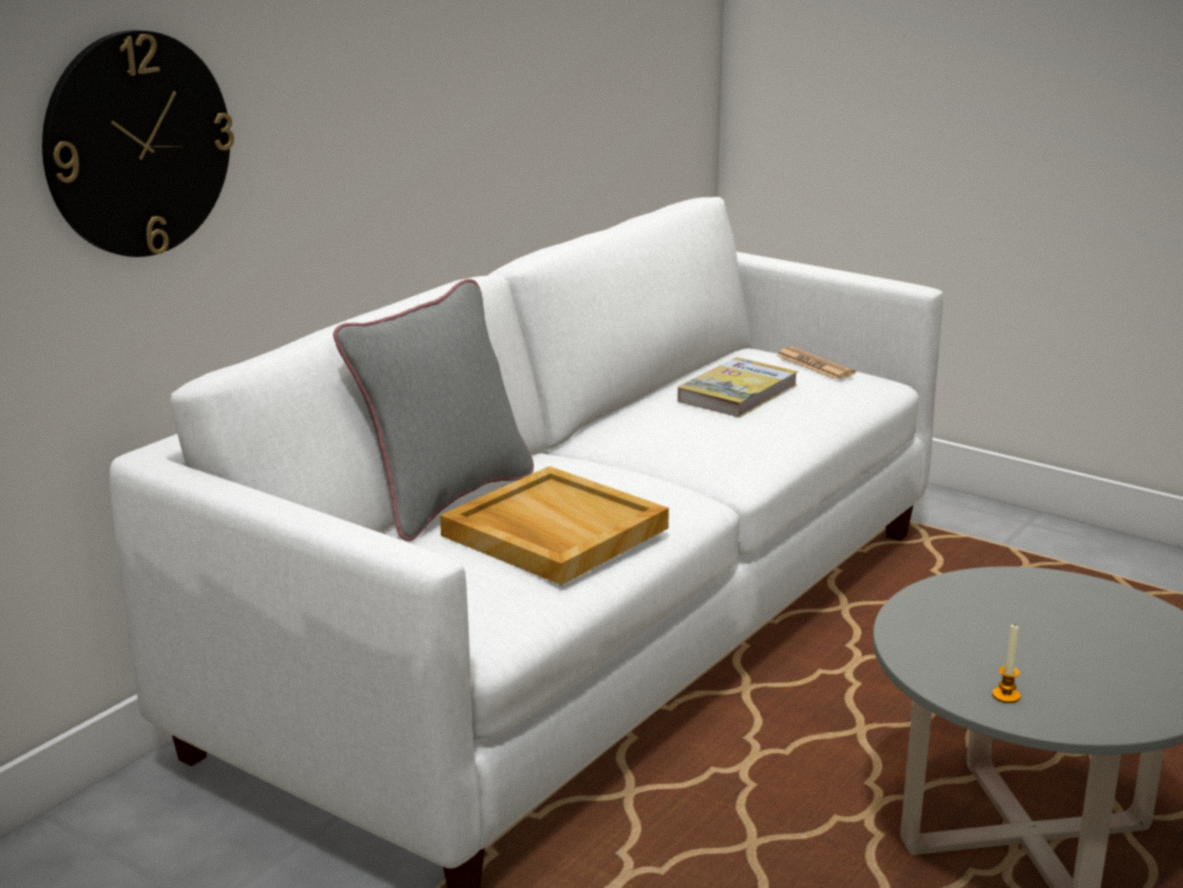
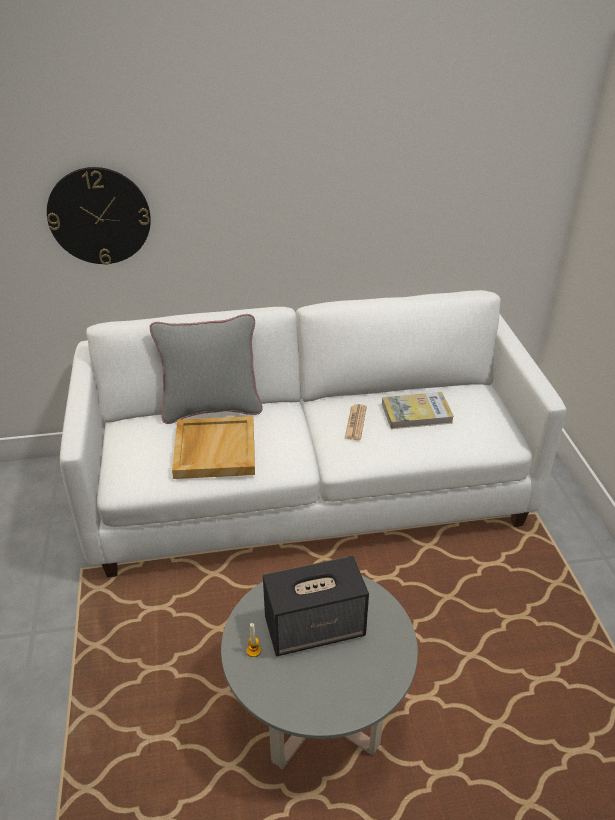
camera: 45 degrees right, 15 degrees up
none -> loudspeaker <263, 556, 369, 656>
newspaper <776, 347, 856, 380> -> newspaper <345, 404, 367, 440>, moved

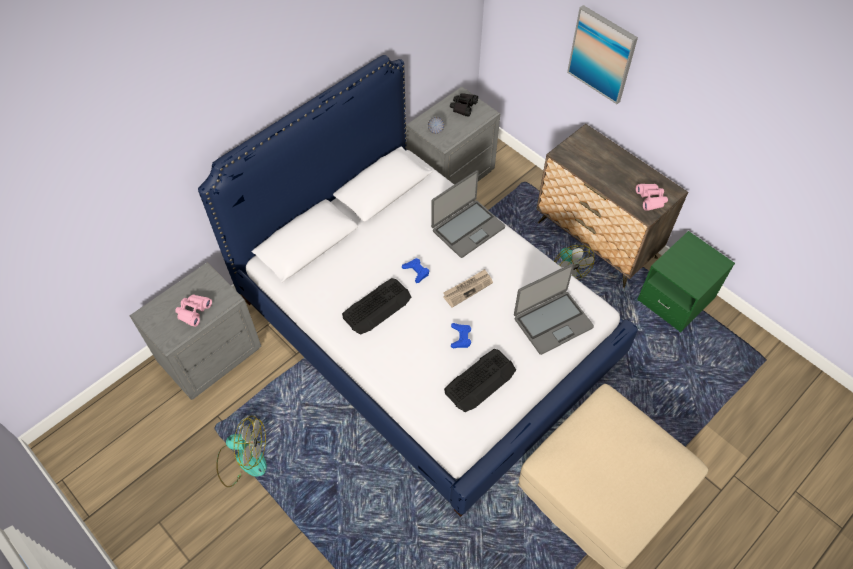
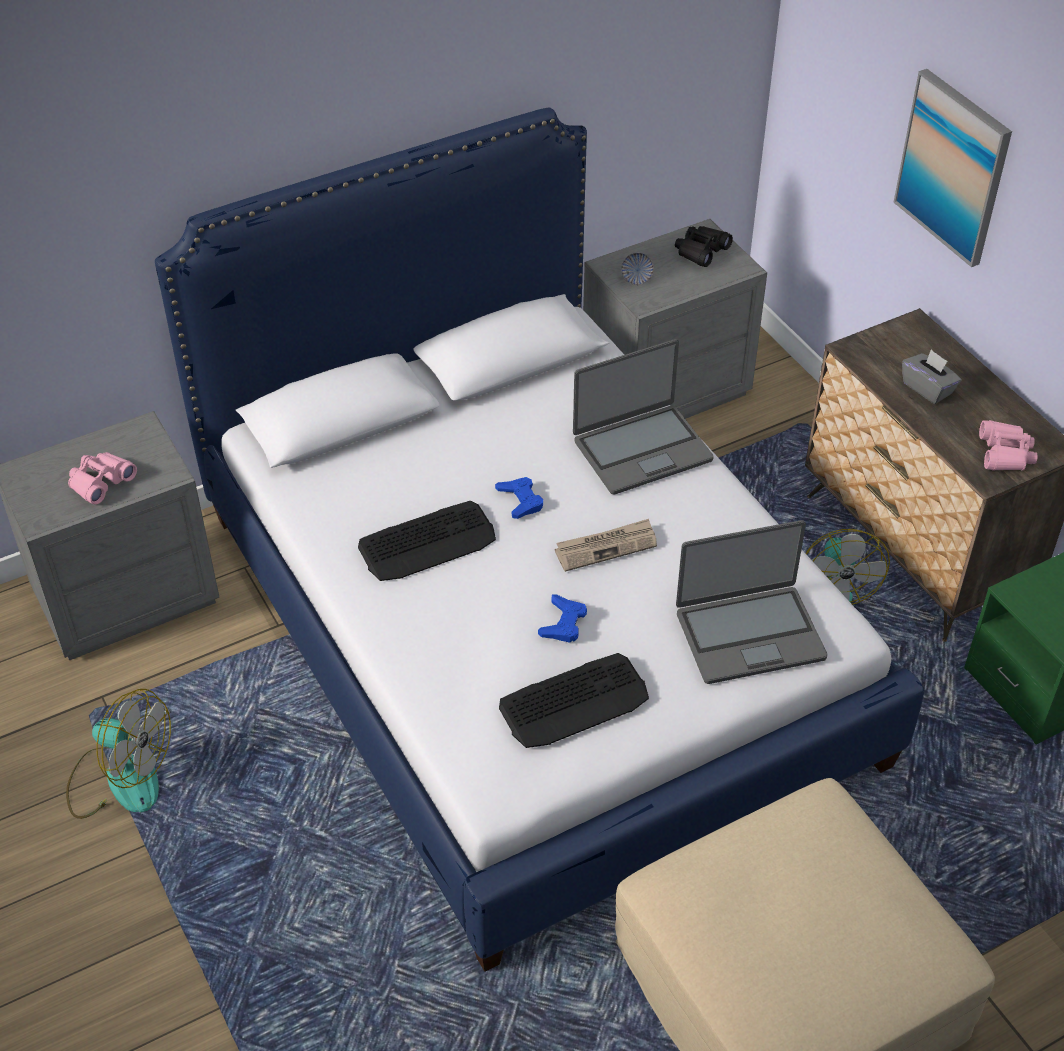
camera: 15 degrees right, 10 degrees down
none -> tissue box/grey <902, 349, 961, 404>

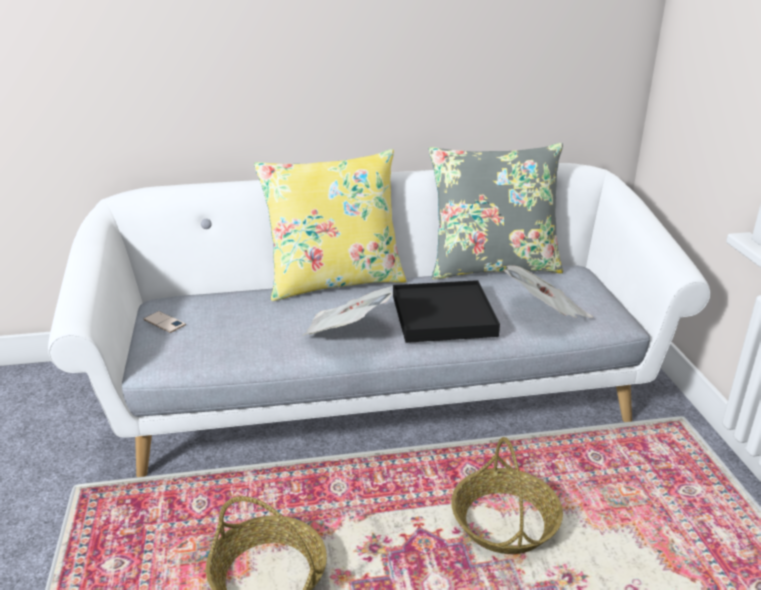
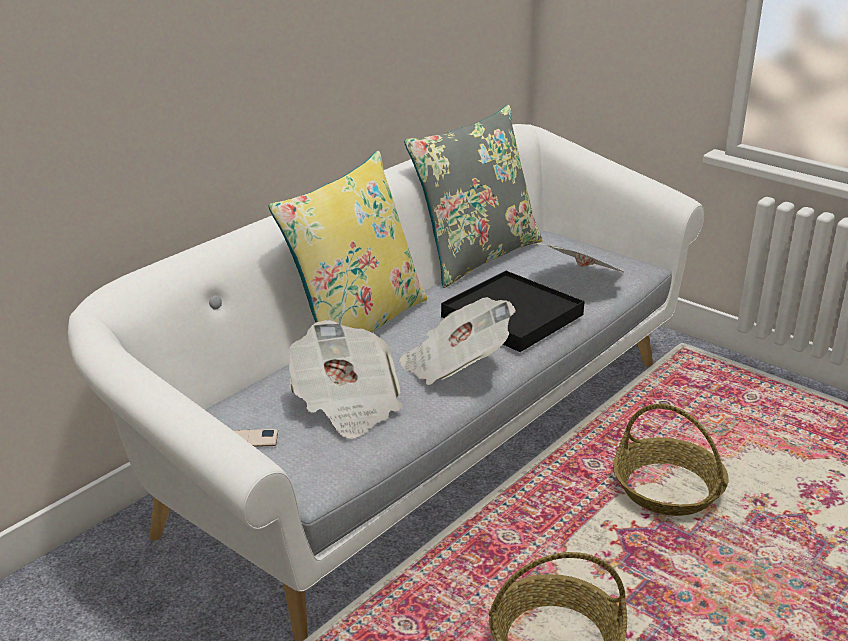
camera: 40 degrees left, 0 degrees up
none -> newspaper <289, 320, 402, 439>

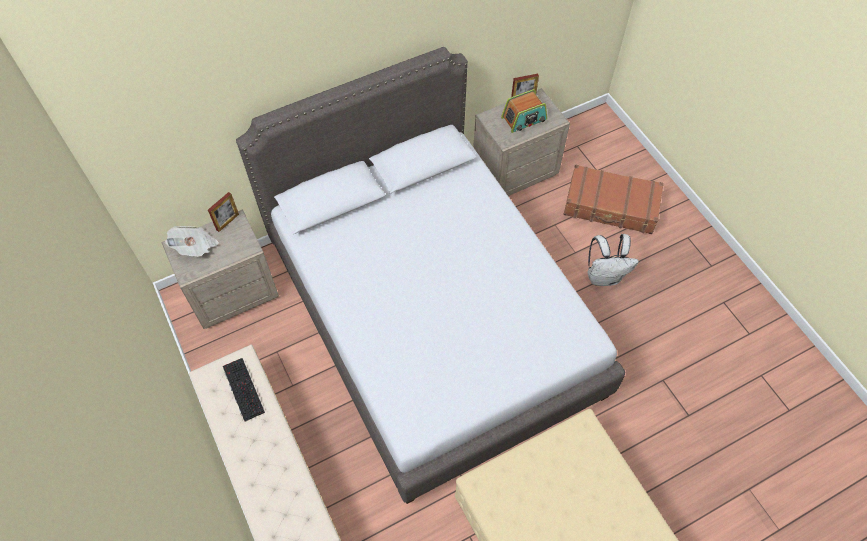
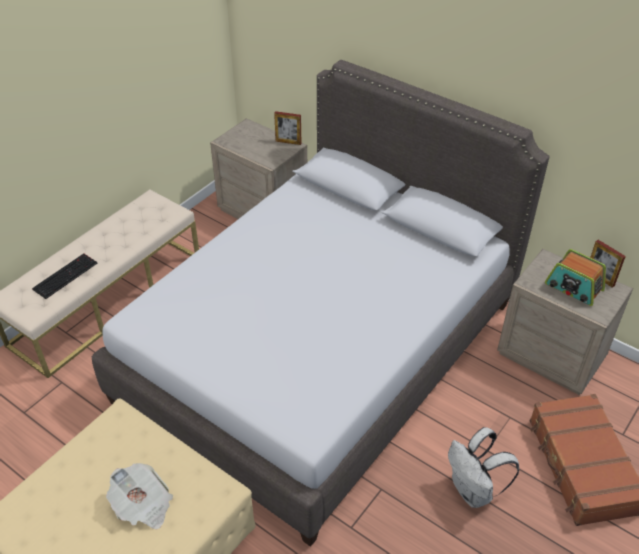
camera: 65 degrees right, 15 degrees down
newspaper <165, 226, 219, 257> -> newspaper <106, 463, 173, 529>, moved
PC keyboard <223, 358, 265, 422> -> PC keyboard <32, 254, 98, 299>, moved

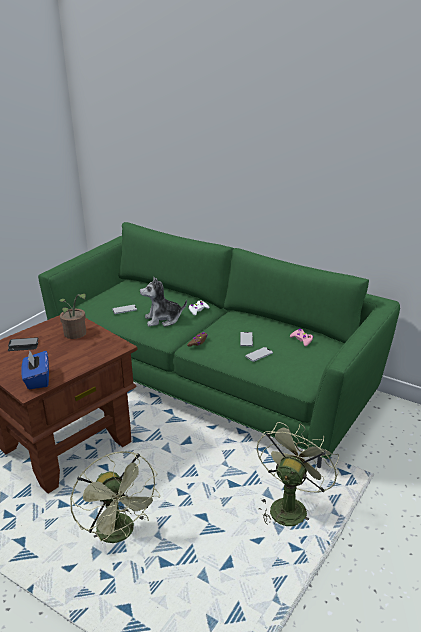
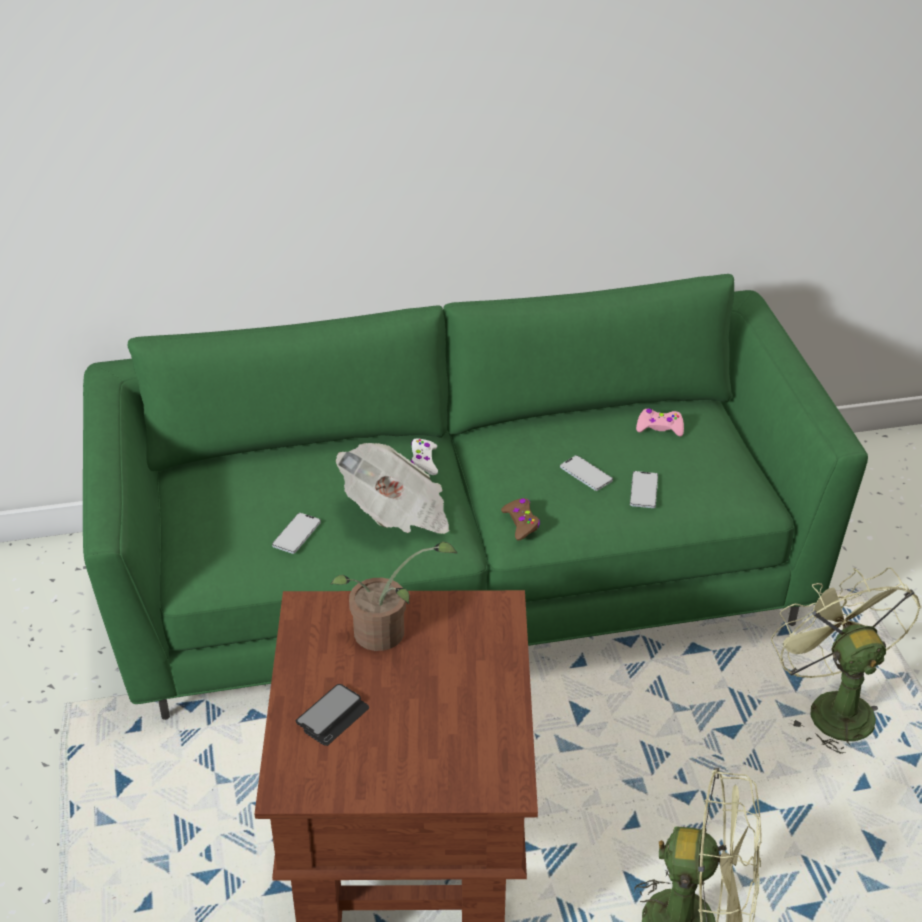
camera: 45 degrees left, 10 degrees up
tissue box/blue <21, 350, 49, 389> -> none
plush toy <140, 277, 187, 327> -> newspaper <336, 443, 449, 534>

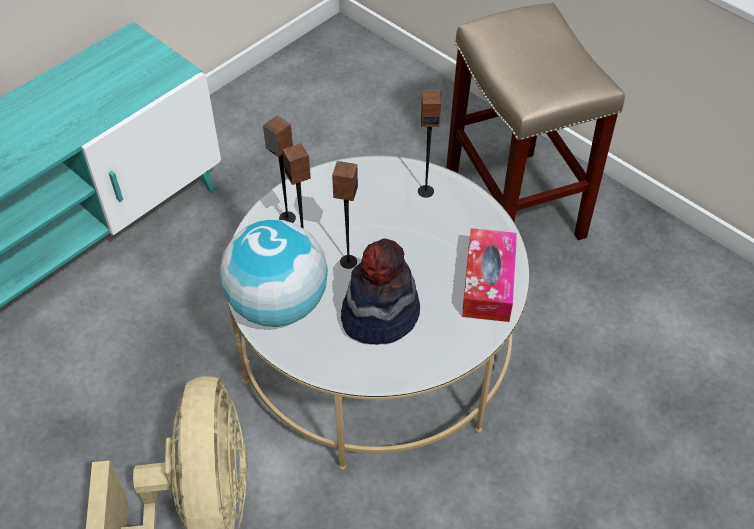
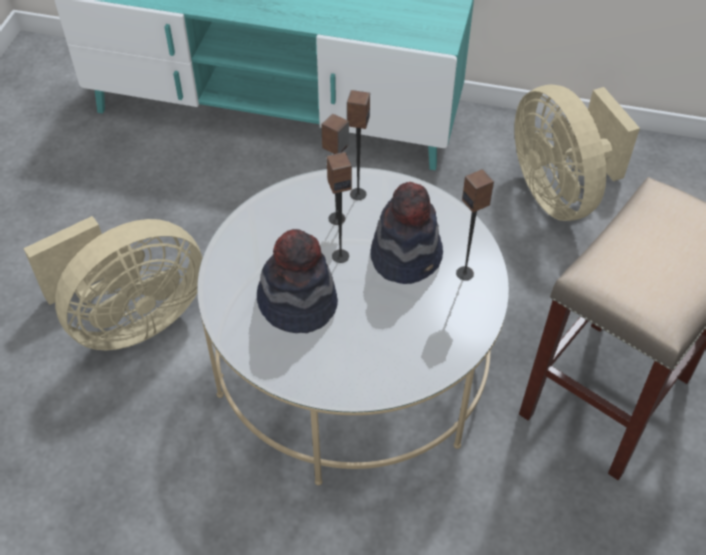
camera: 60 degrees right, 0 degrees up
desk globe <219, 219, 328, 327> -> none
tissue box <462, 228, 517, 322> -> none
none -> hat <370, 182, 443, 284>
none -> fan/beige-coloured <514, 84, 640, 221>

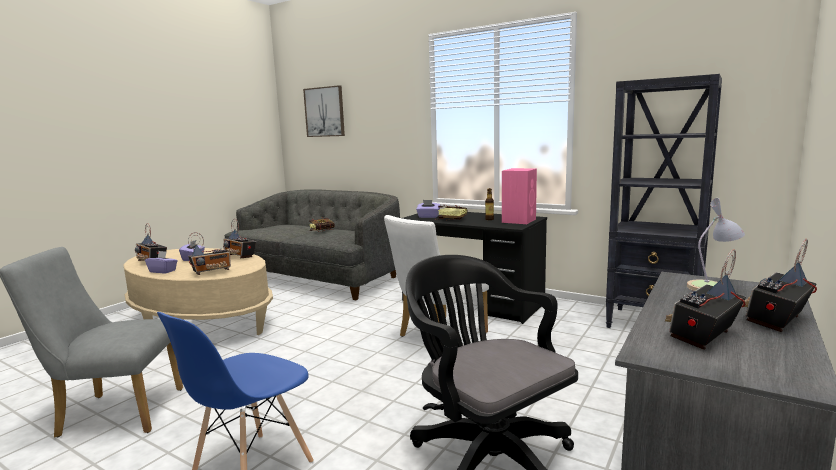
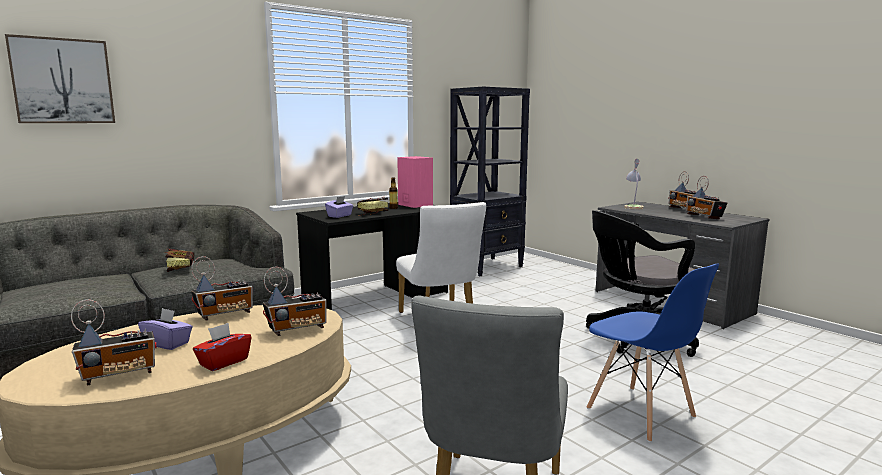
camera: 70 degrees left, 0 degrees up
tissue box/purple <145, 251, 178, 273> -> tissue box/red <193, 323, 251, 371>
radio <188, 232, 231, 275> -> radio <262, 267, 327, 336>, 75 degrees clockwise

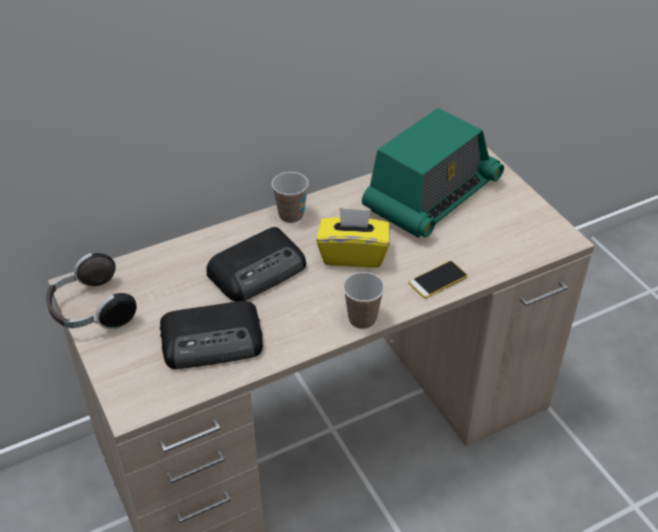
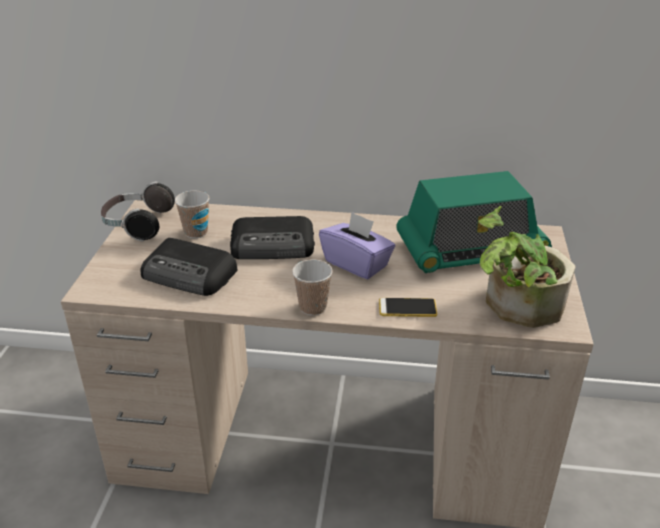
camera: 35 degrees right, 10 degrees down
none -> plant in a pot <478, 206, 576, 328>
drinking cup <272, 172, 309, 223> -> drinking cup <175, 191, 209, 238>, moved
tissue box/yellowish <316, 208, 389, 268> -> tissue box/purple <319, 212, 395, 279>

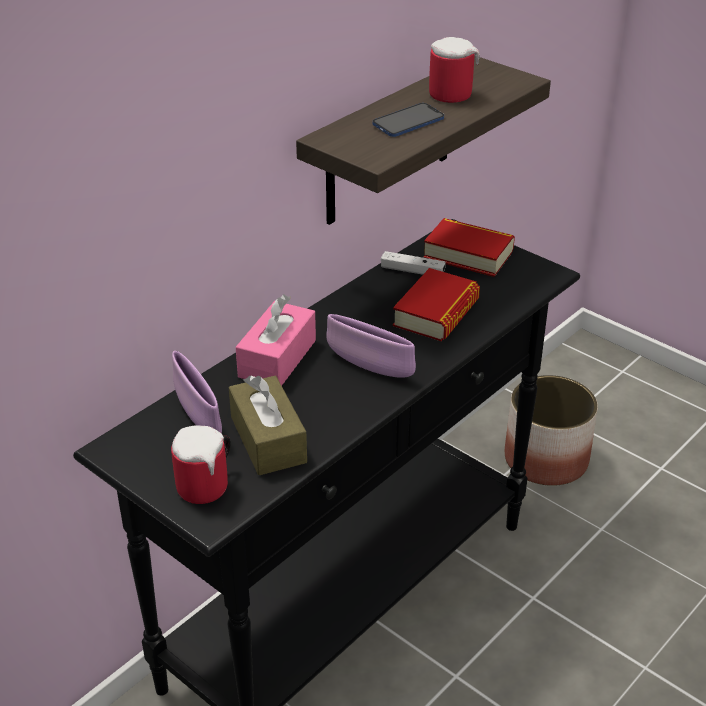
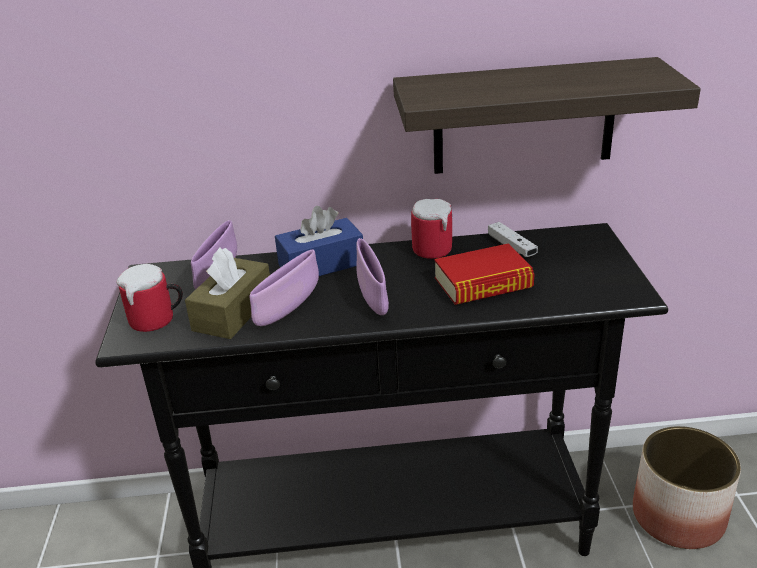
camera: 45 degrees right, 5 degrees down
telephone <373, 103, 444, 137> -> none
bound book <424, 218, 515, 277> -> none
none -> deep dish/purple <250, 250, 319, 326>
tea mug <429, 37, 480, 103> -> tea mug <411, 199, 452, 259>, moved
tissue box/pink <236, 294, 316, 386> -> tissue box/blue <275, 206, 363, 276>

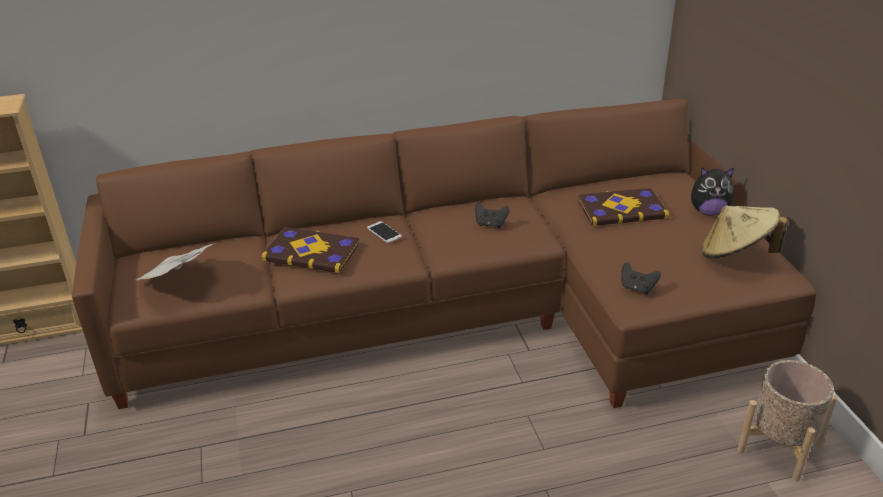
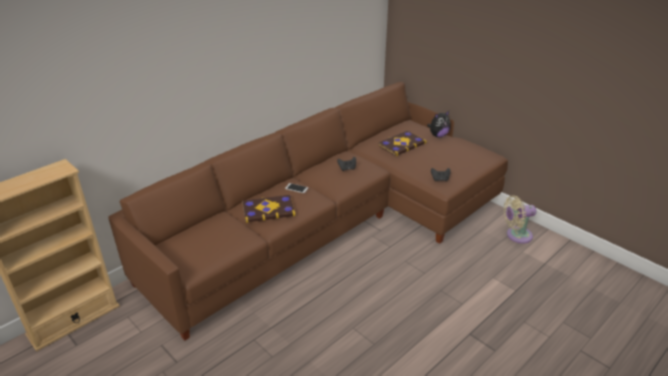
camera: 30 degrees left, 0 degrees up
newspaper <135, 244, 213, 281> -> none
hat/beige-coloured <701, 206, 787, 258> -> none
plant pot/beige-coloured <737, 360, 837, 481> -> fan/beige-coloured <503, 195, 536, 244>

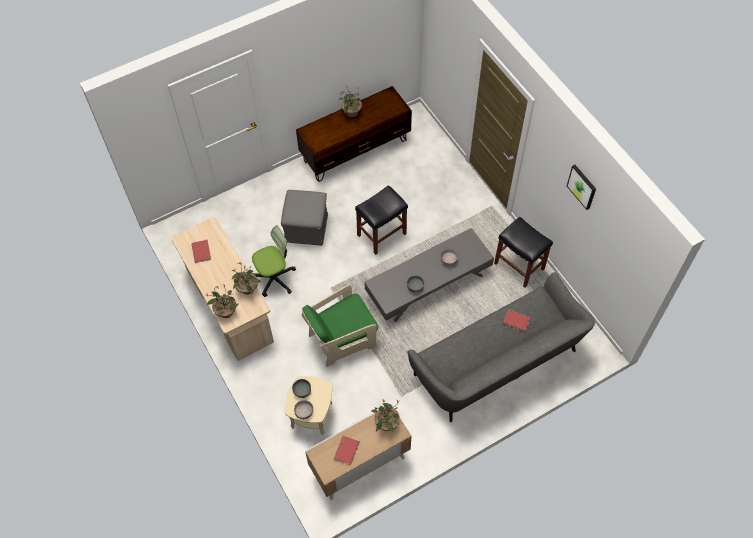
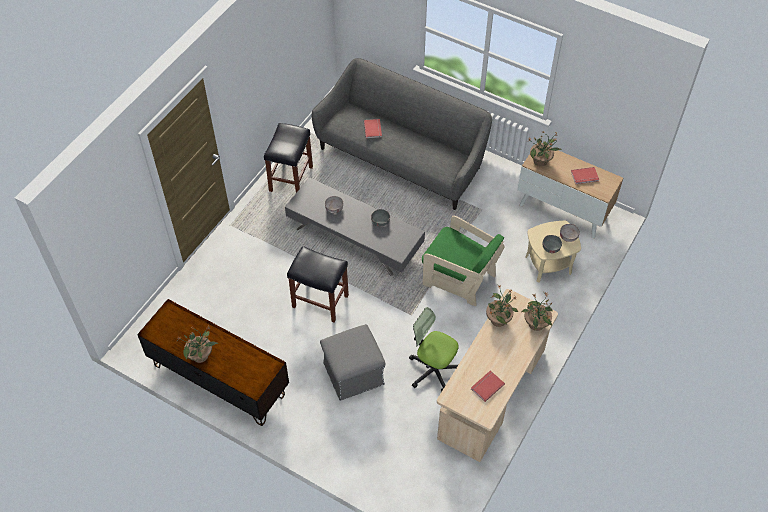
camera: 120 degrees left, 5 degrees down
picture <567, 165, 596, 210> -> none

